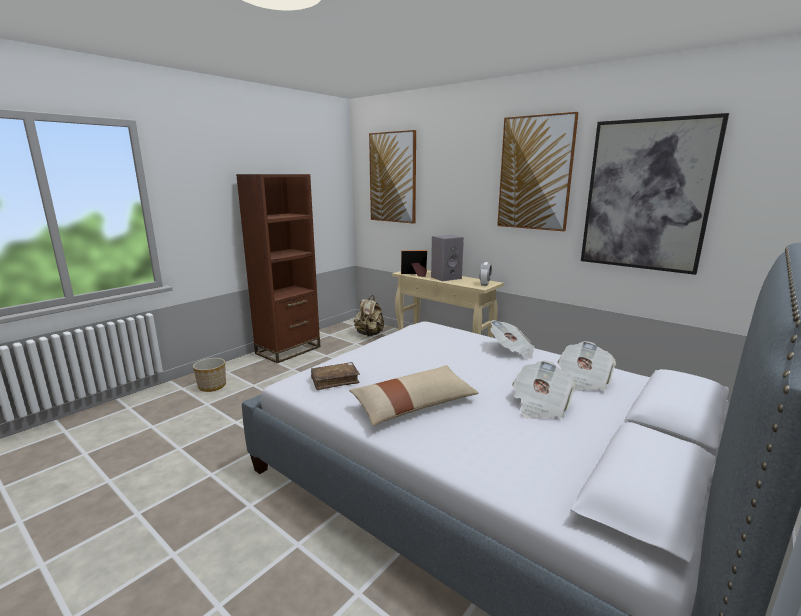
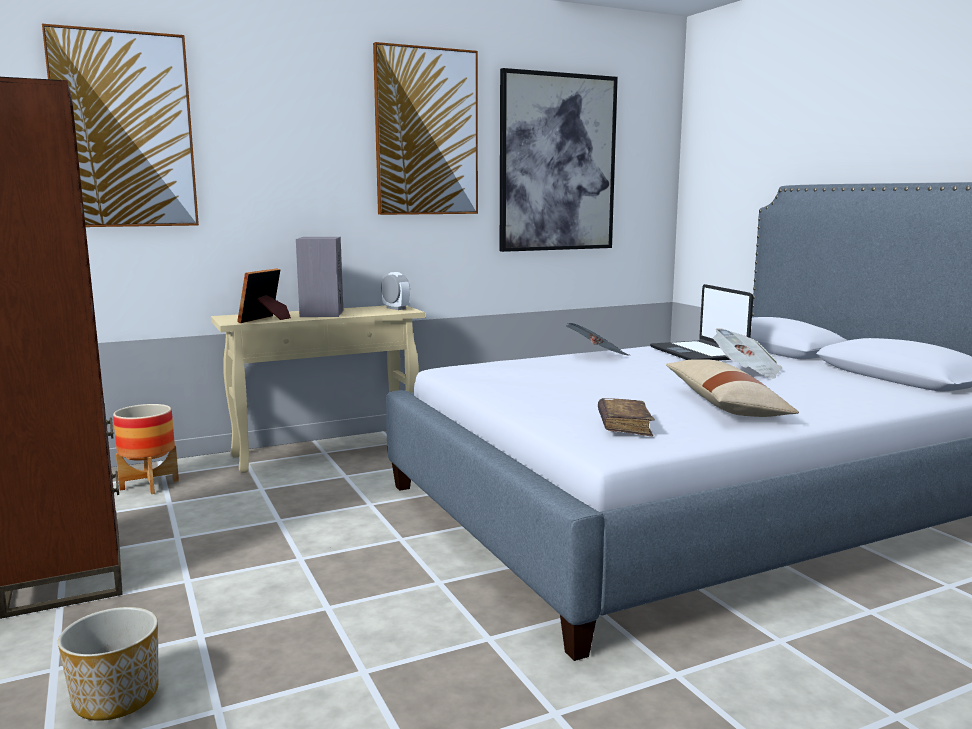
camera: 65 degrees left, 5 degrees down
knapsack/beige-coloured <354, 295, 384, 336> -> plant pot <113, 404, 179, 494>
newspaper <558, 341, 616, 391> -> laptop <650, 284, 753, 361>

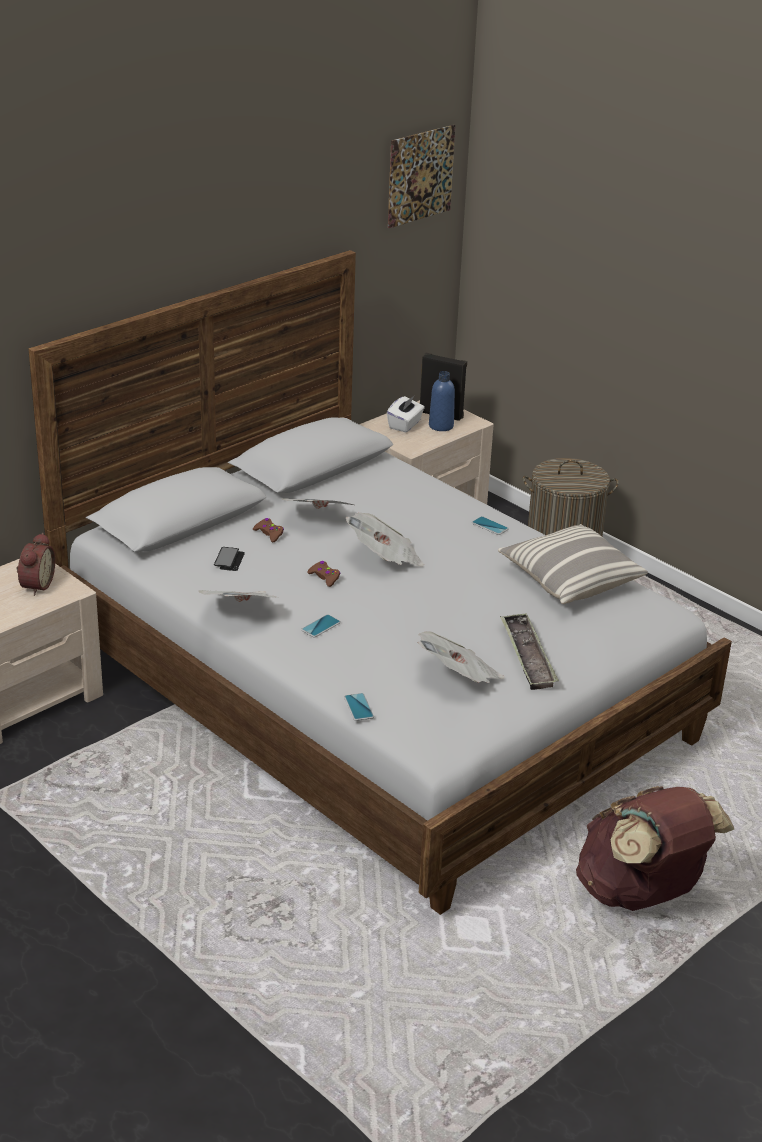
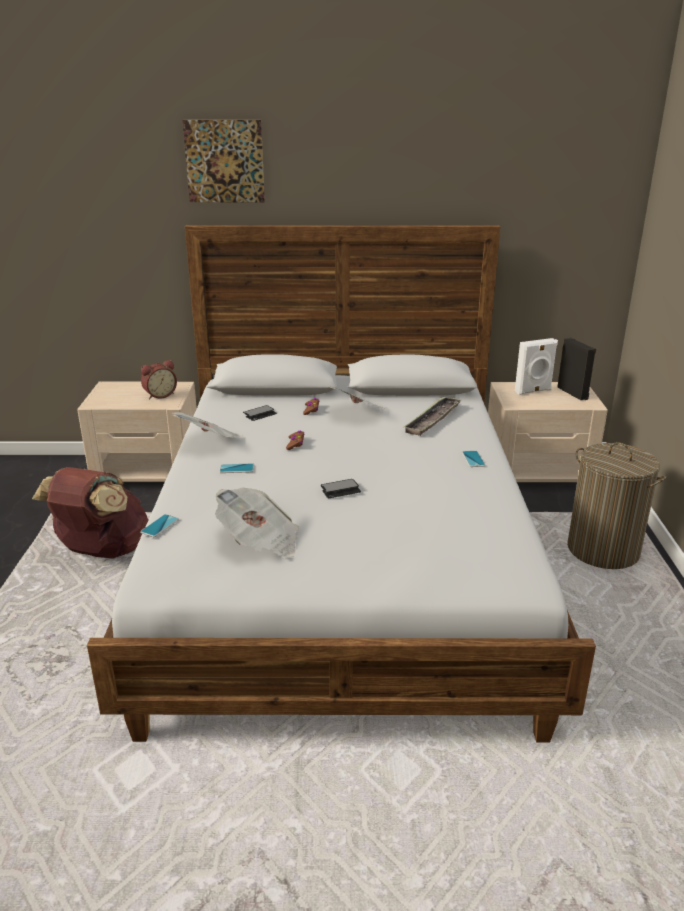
camera: 45 degrees right, 5 degrees down
newspaper <346, 513, 424, 566> -> none
bottle/blue <429, 371, 455, 431> -> none
pillow <498, 524, 648, 604> -> none
none -> telephone <321, 479, 361, 498>
picture <388, 125, 455, 228> -> picture <183, 120, 265, 202>, moved
tray <500, 613, 559, 690> -> tray <403, 396, 461, 436>, moved
knapsack/brown <576, 786, 734, 911> -> knapsack/brown <32, 467, 149, 559>, moved
tissue box/whitish <387, 395, 425, 432> -> loudspeaker/whitish <515, 338, 558, 395>

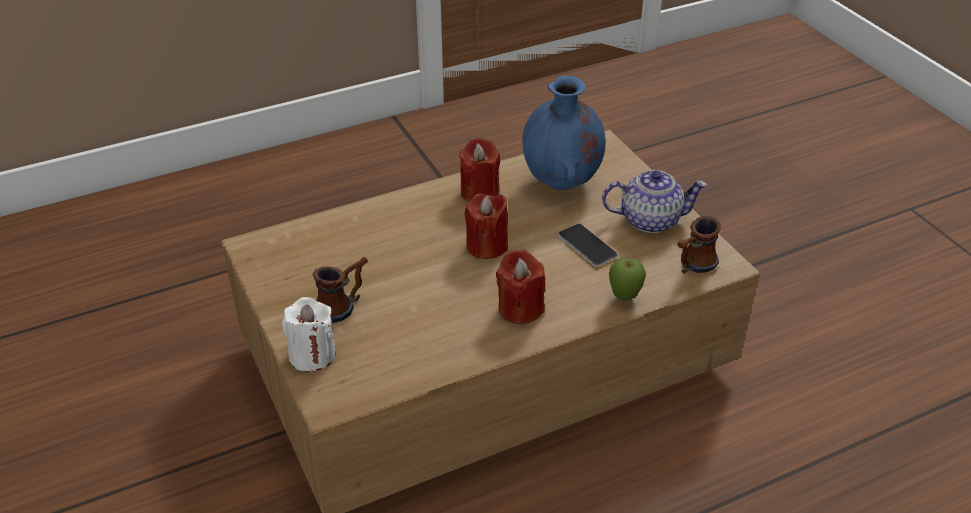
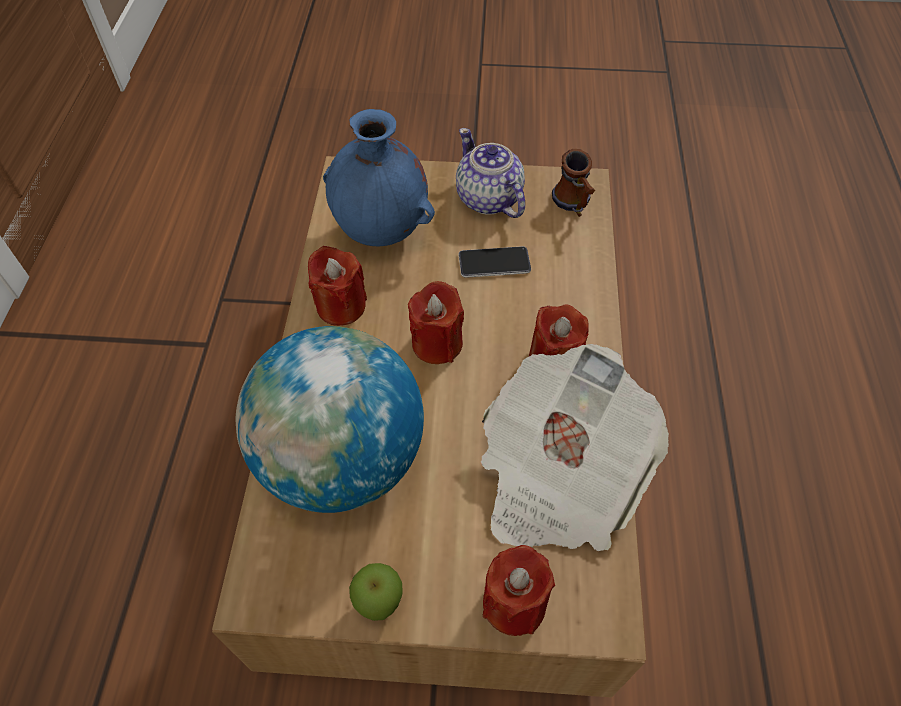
camera: 60 degrees left, 15 degrees up
tea mug <313, 257, 368, 323> -> none
none -> desk globe <236, 326, 424, 513>
none -> newspaper <481, 344, 669, 551>
apple <609, 258, 646, 301> -> apple <349, 563, 403, 621>, moved
wax light/whitish <282, 297, 336, 371> -> wax light/red <483, 545, 555, 636>
teapot <602, 170, 708, 233> -> teapot <456, 128, 525, 218>, 60 degrees counterclockwise

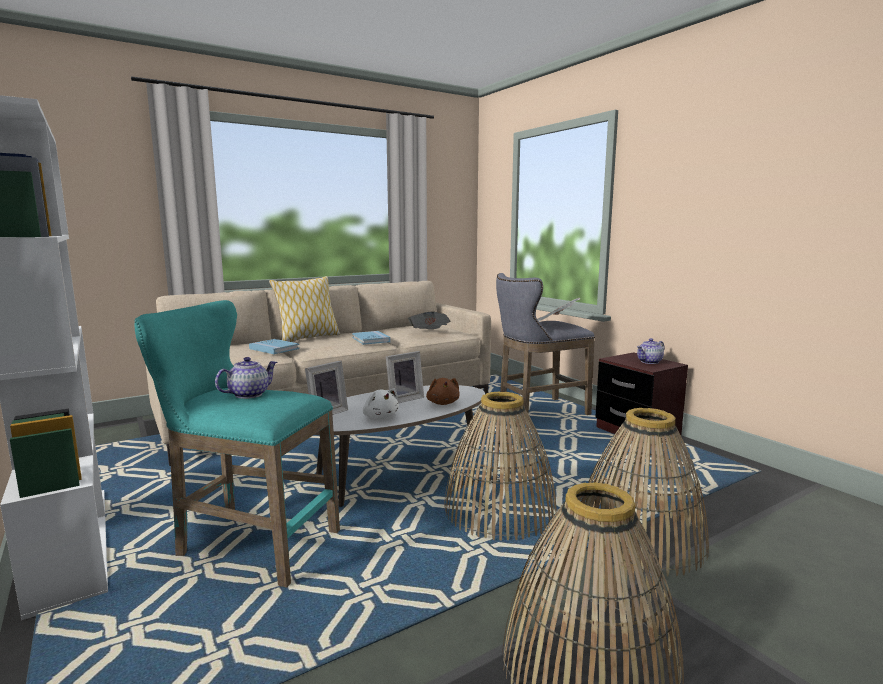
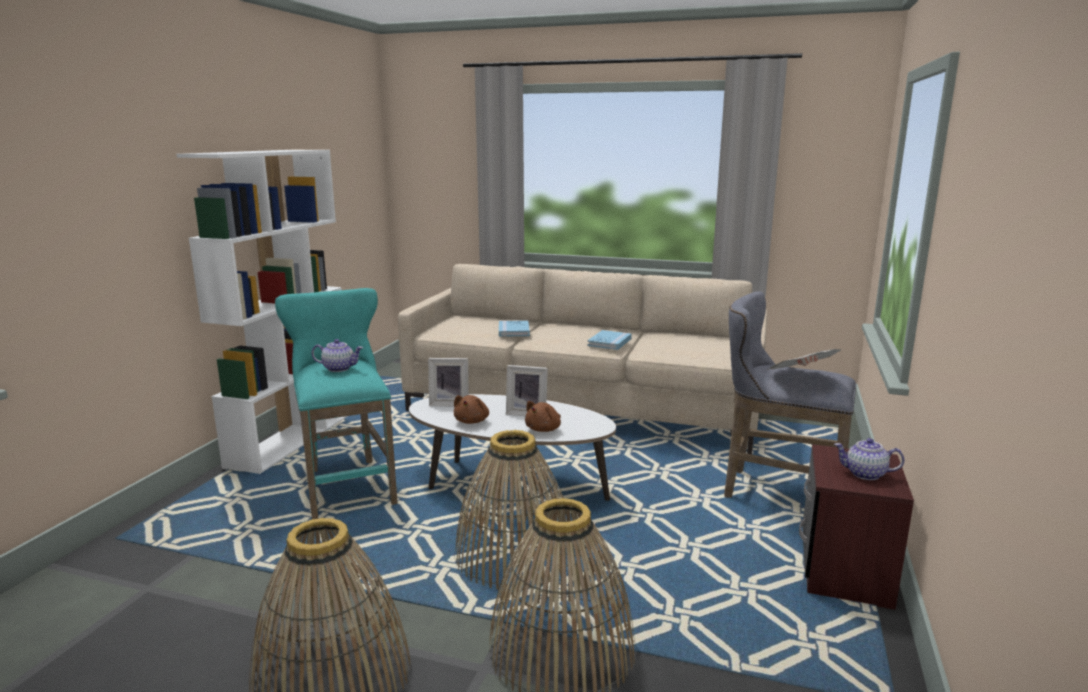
camera: 50 degrees right, 5 degrees up
pillow <269, 276, 340, 342> -> none
newspaper <408, 311, 450, 329> -> none
plush toy/whitish <363, 389, 399, 419> -> plush toy/brown <454, 395, 489, 424>

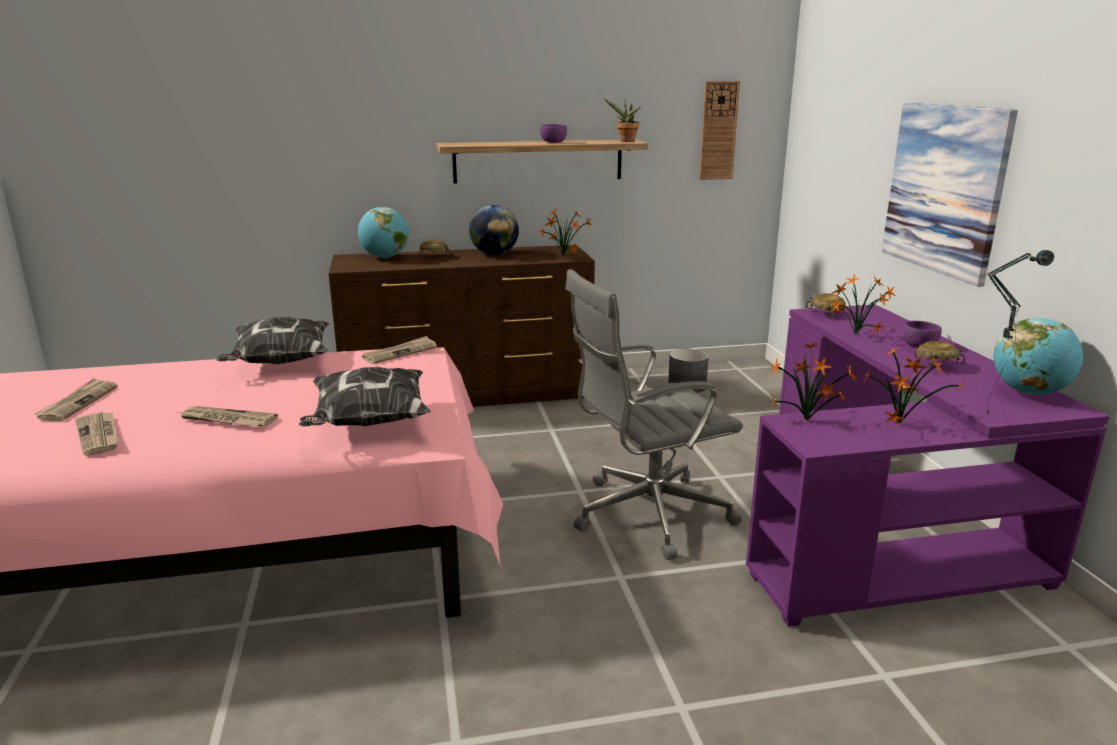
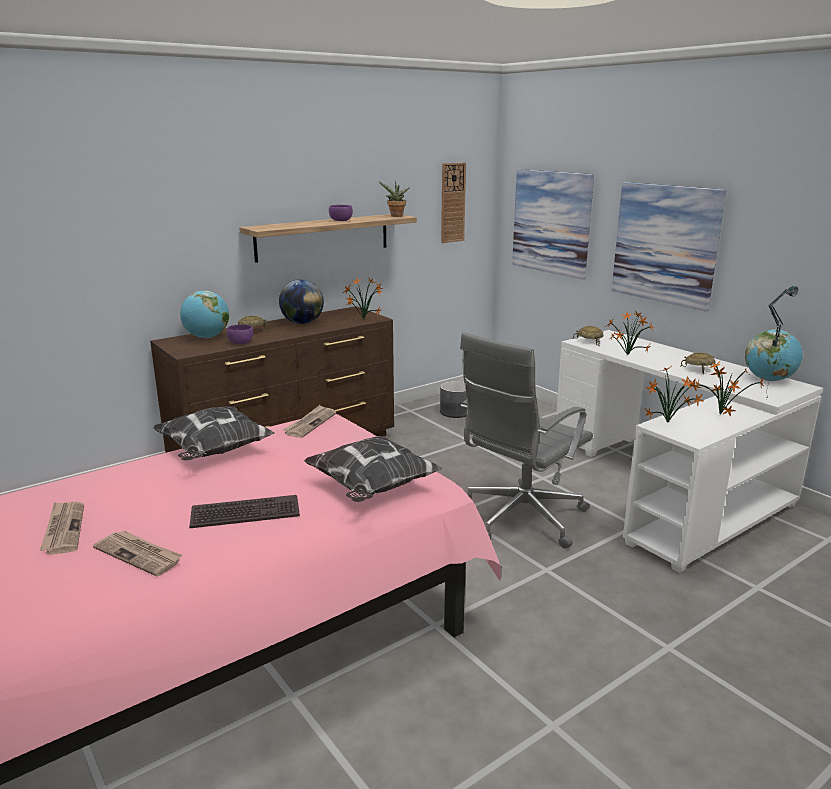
camera: 25 degrees left, 0 degrees up
none -> picture <512, 169, 594, 280>
deep dish/purple <903, 321, 942, 348> -> deep dish/purple <227, 324, 253, 345>, moved
newspaper <177, 406, 278, 427> -> PC keyboard <189, 495, 300, 528>
desk table/purple <746, 304, 1110, 627> -> desk table/whitish <556, 330, 823, 573>

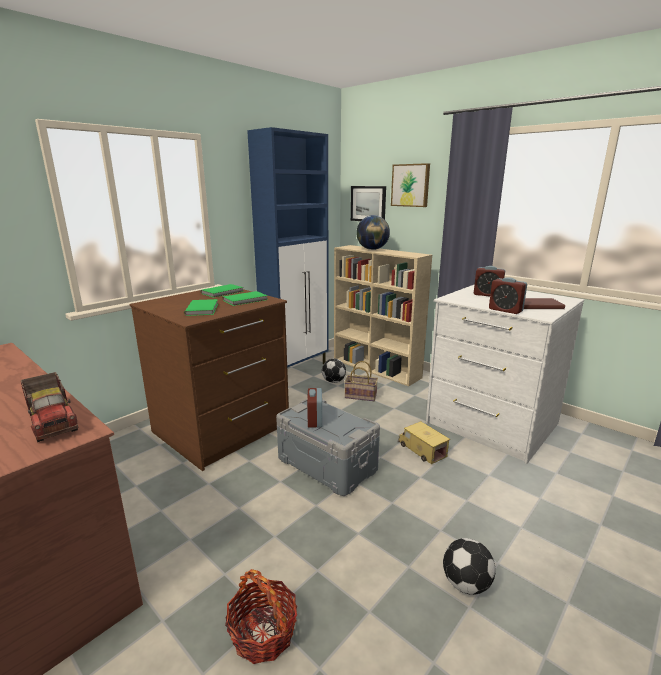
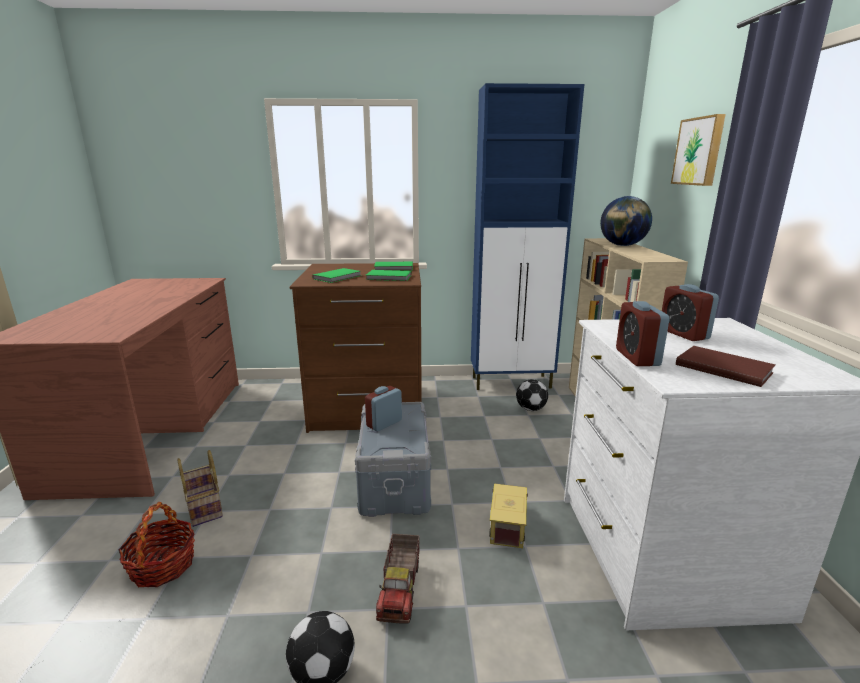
camera: 45 degrees right, 0 degrees up
picture <351, 186, 386, 221> -> none
model truck <21, 372, 78, 442> -> model truck <376, 534, 420, 624>, moved
household basket <344, 361, 378, 401> -> household basket <177, 450, 223, 527>, moved

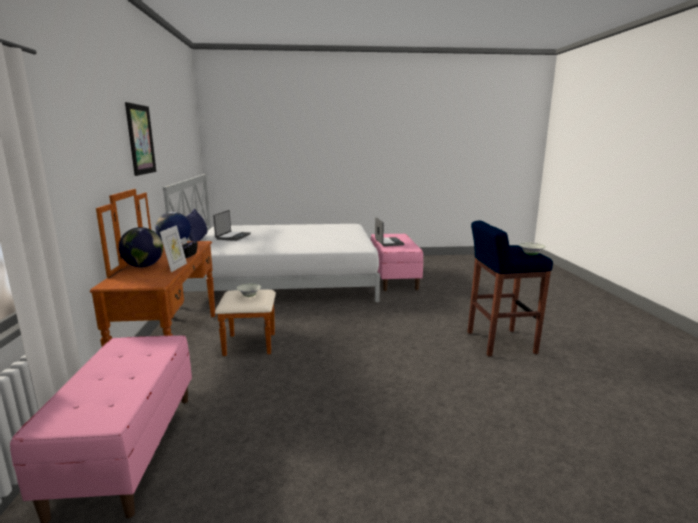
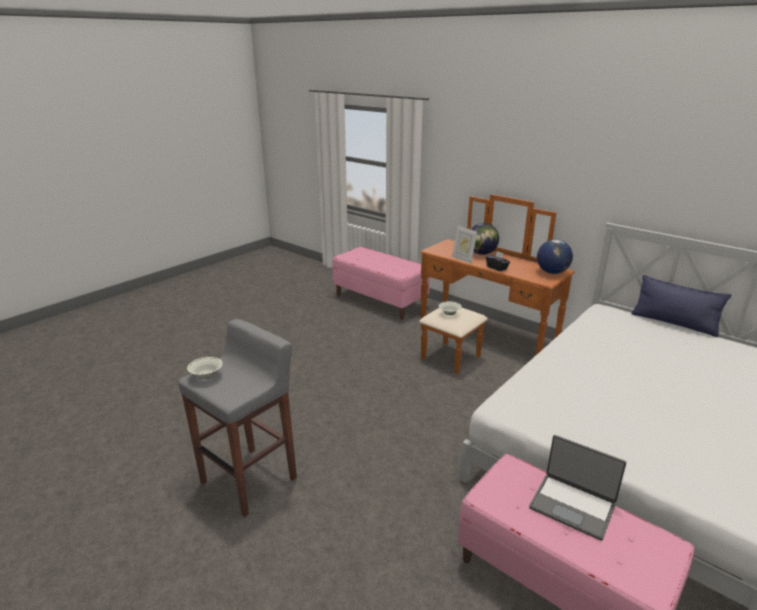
camera: 135 degrees right, 10 degrees up
picture <125, 102, 156, 176> -> none
laptop <213, 210, 251, 241> -> none
sitting stool/blue <468, 220, 553, 357> -> sitting stool/grey <178, 319, 297, 517>

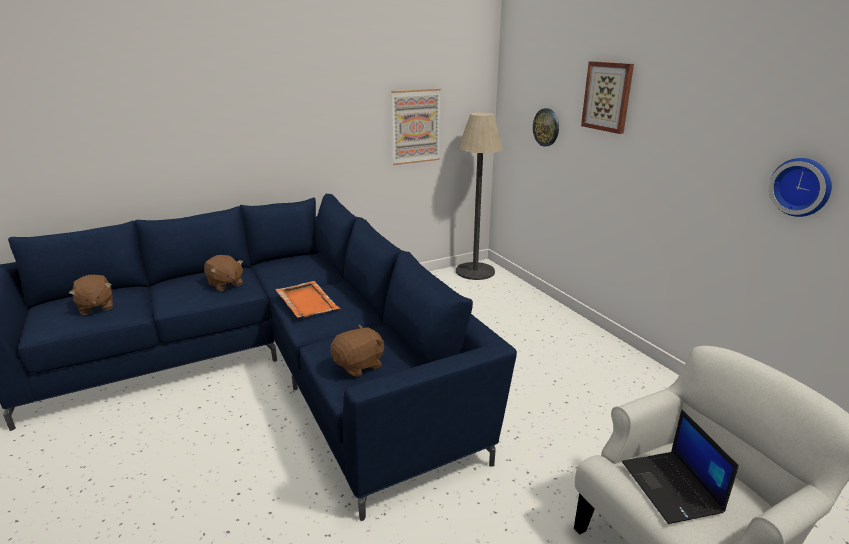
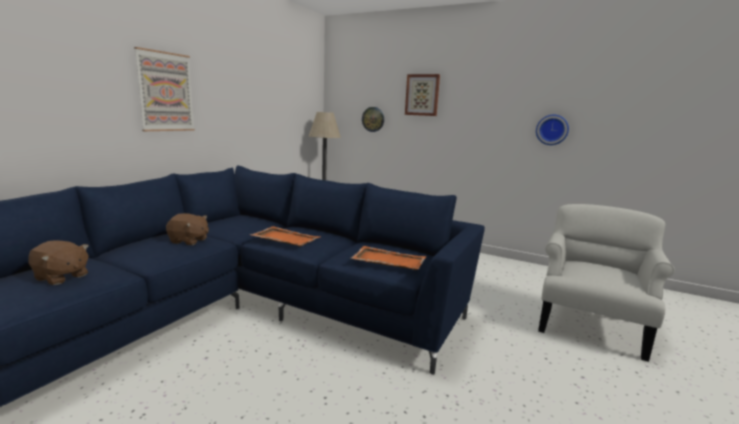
camera: 35 degrees left, 10 degrees down
laptop <622, 409, 739, 524> -> none
picture <391, 89, 441, 165> -> picture <134, 47, 195, 131>, moved
plush toy/brown <330, 325, 384, 377> -> tray/orangey <351, 246, 426, 270>

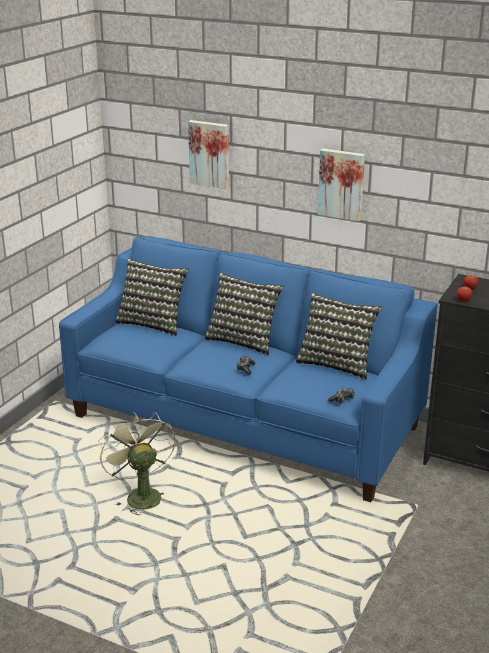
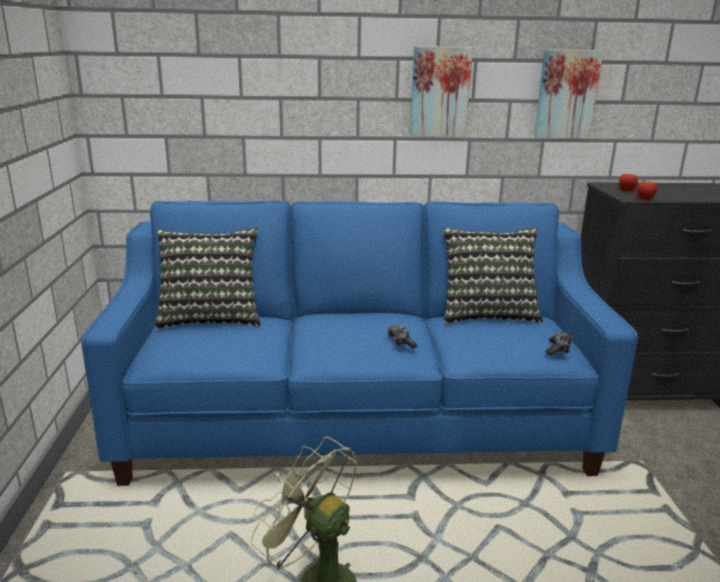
camera: 30 degrees left, 5 degrees down
pillow <204, 273, 284, 356> -> none
picture <188, 120, 229, 189> -> picture <534, 49, 603, 139>, moved

